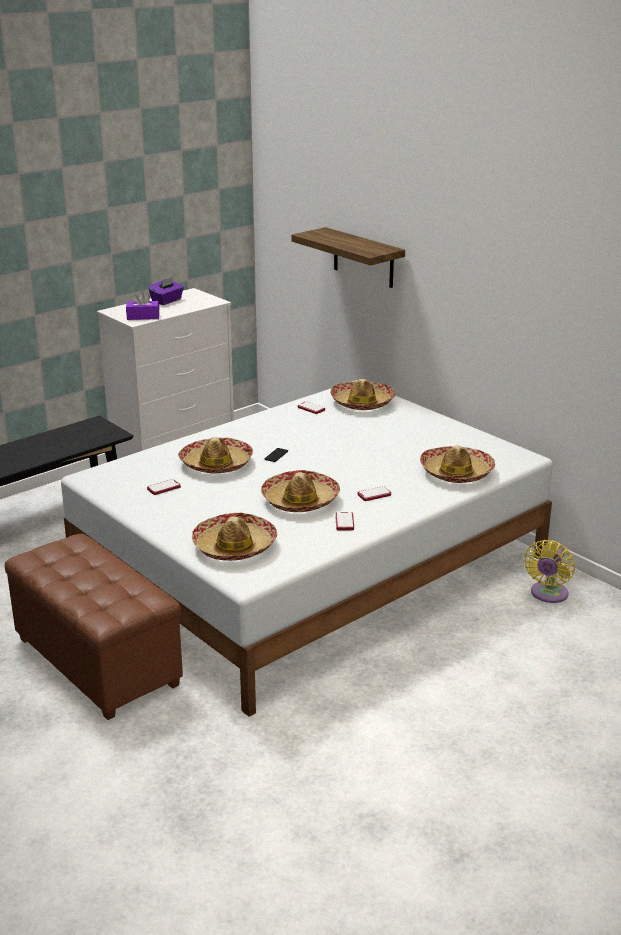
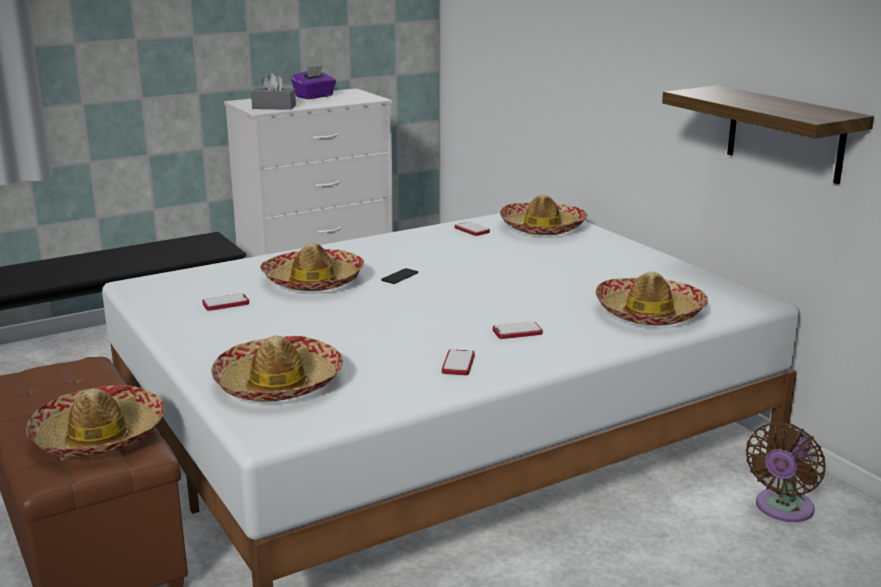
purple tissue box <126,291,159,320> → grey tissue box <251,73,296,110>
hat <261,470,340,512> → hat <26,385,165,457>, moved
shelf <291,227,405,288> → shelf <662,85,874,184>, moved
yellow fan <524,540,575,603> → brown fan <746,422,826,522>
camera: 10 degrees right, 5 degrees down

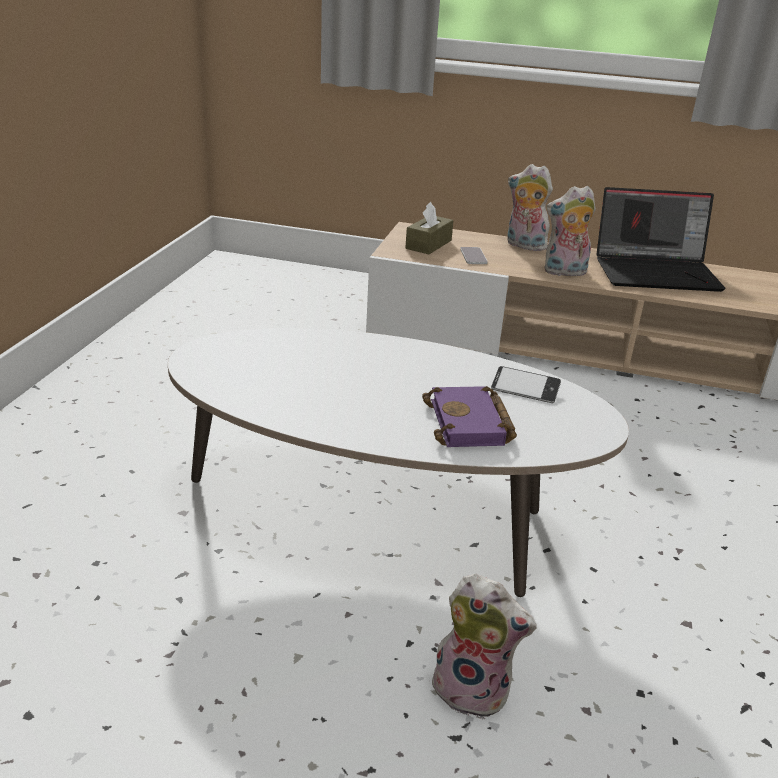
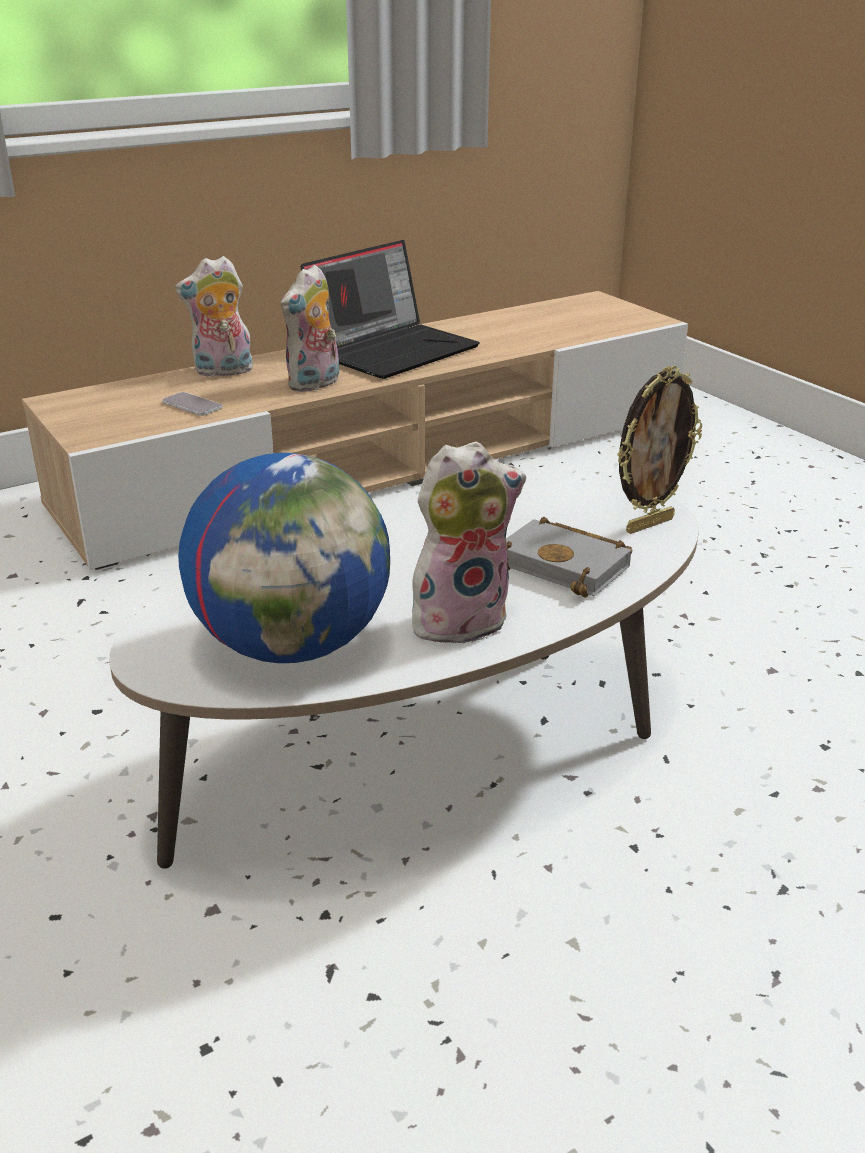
brown tissue box <405,202,453,254> → -
purple book <422,386,517,447> → grey book <506,517,632,598>
plush toy <432,574,537,720> → plush toy <412,441,526,644>, moved
phone <491,366,561,403> → -
- → globe <178,453,390,663>
- → picture frame <617,366,702,534>
camera: 45 degrees left, 0 degrees up

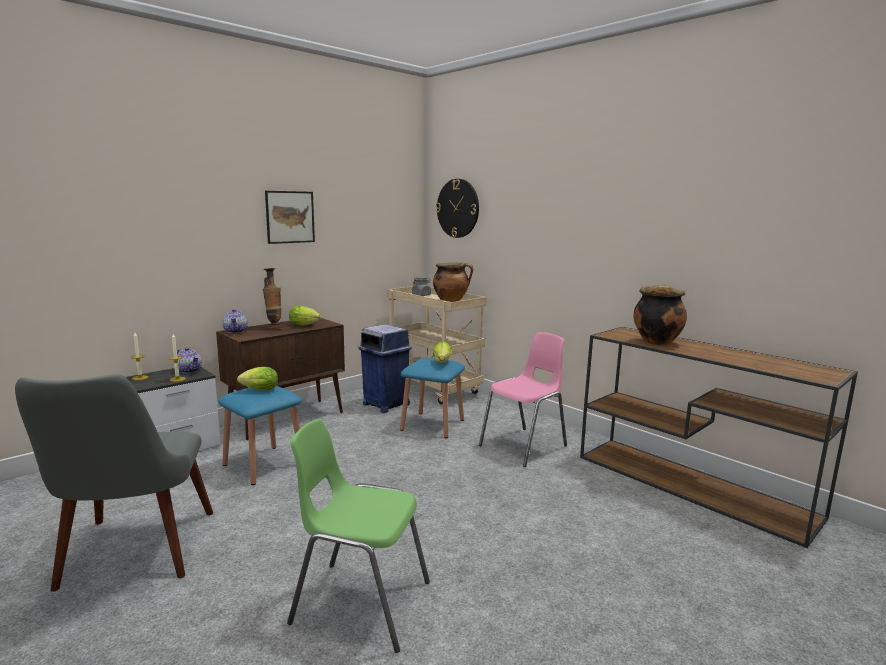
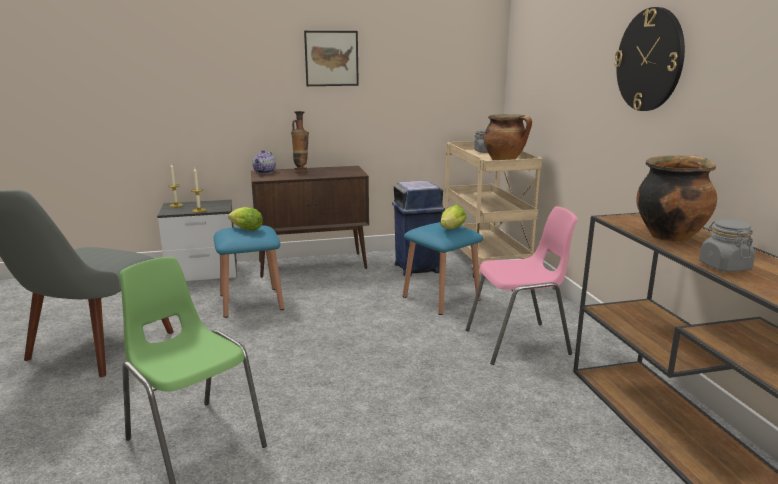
teapot <177,347,202,374> → -
lettuce <289,306,321,326> → -
wall clock <436,179,479,238> → wall clock <614,7,685,111>, moved
- → grey jar <699,219,755,272>
camera: 30 degrees right, 5 degrees up

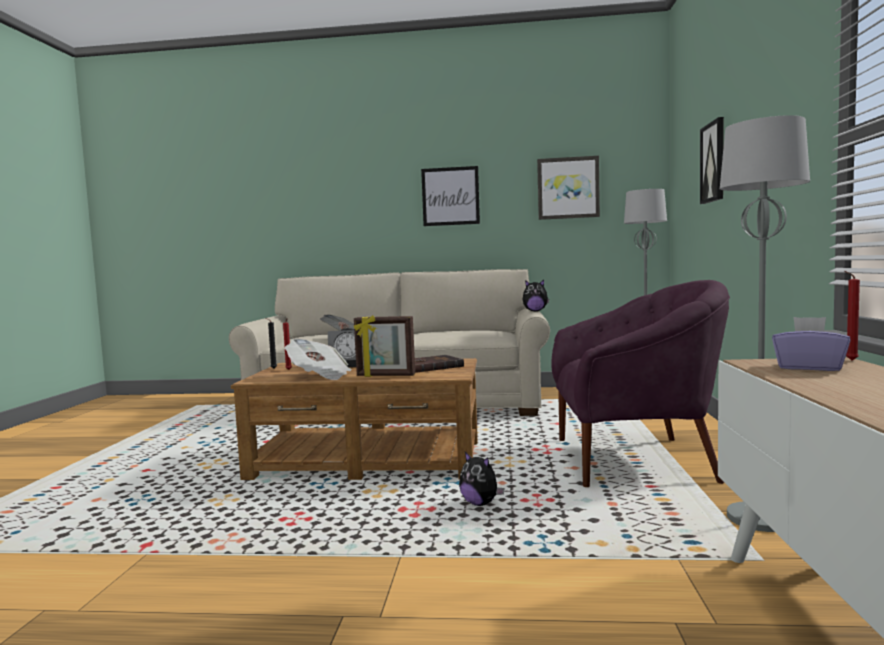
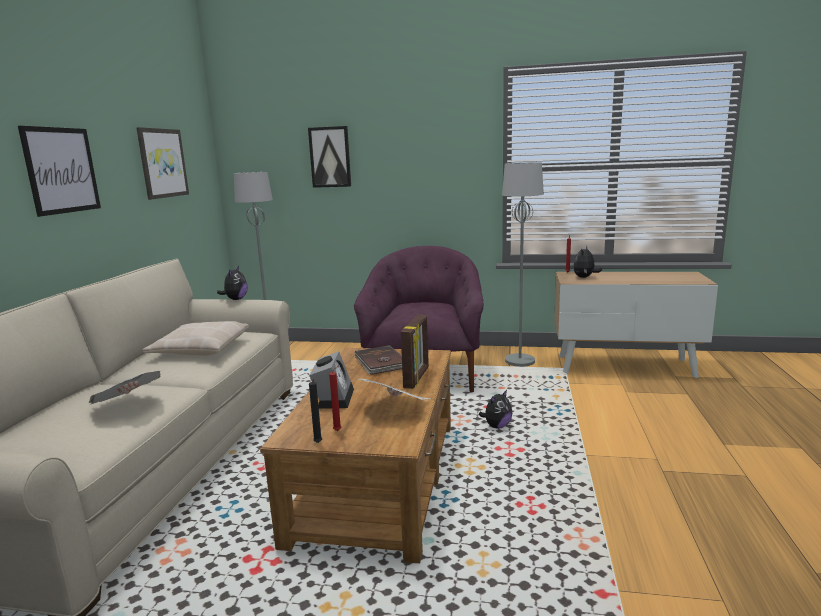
purple tissue box <772,317,851,371> → plush toy <573,245,602,278>
- → beige pillow <142,321,249,356>
camera: 85 degrees left, 10 degrees up

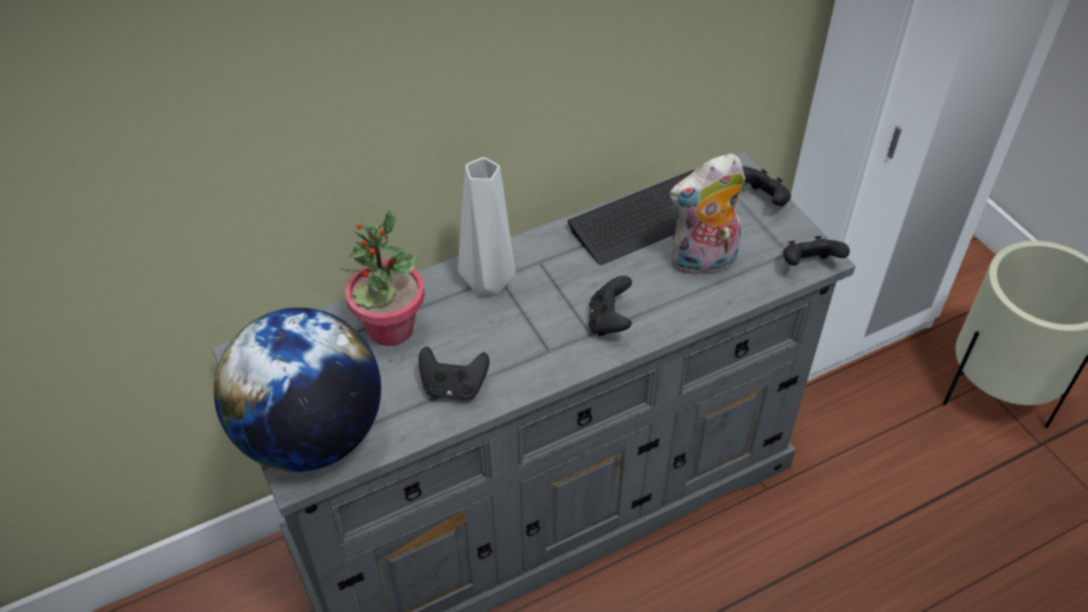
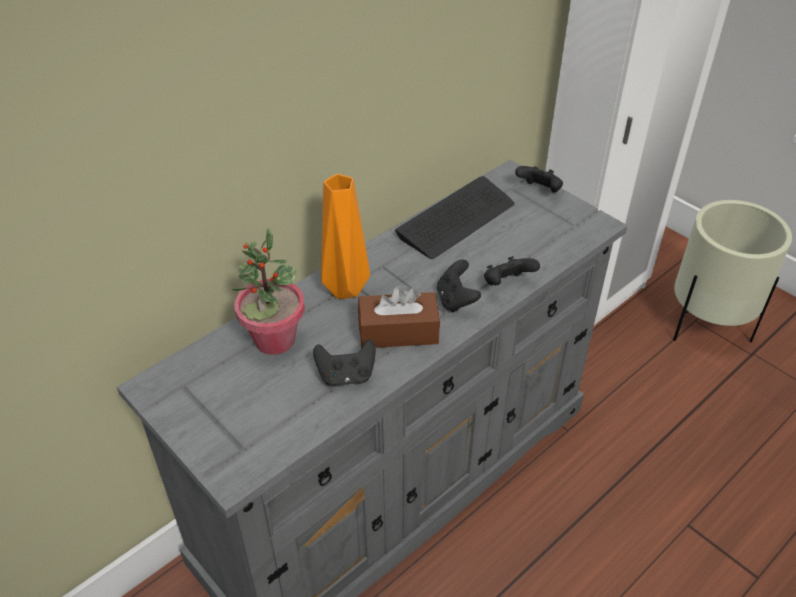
globe <214,308,381,472> → -
grey vase <458,157,515,295> → orange vase <321,174,370,299>
plush toy <669,153,745,277> → -
black game controller <783,236,850,266> → black game controller <484,256,540,285>, moved
- → brown tissue box <358,286,440,348>
camera: 15 degrees left, 5 degrees down

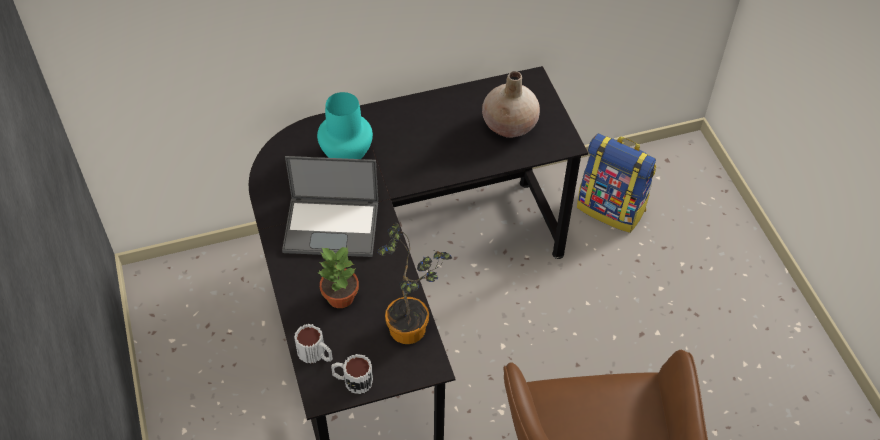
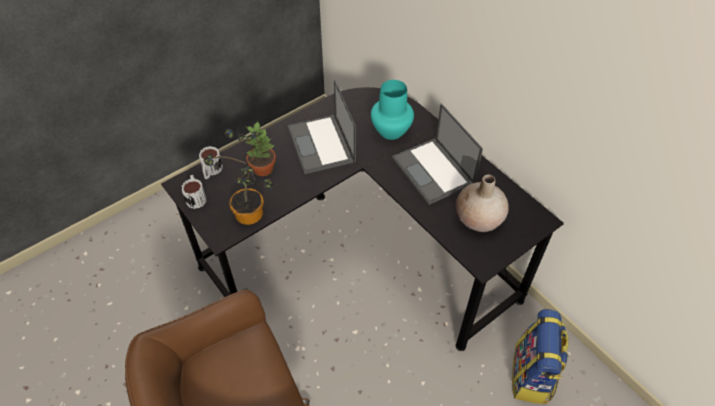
- → laptop <392,103,483,205>
camera: 70 degrees right, 0 degrees up

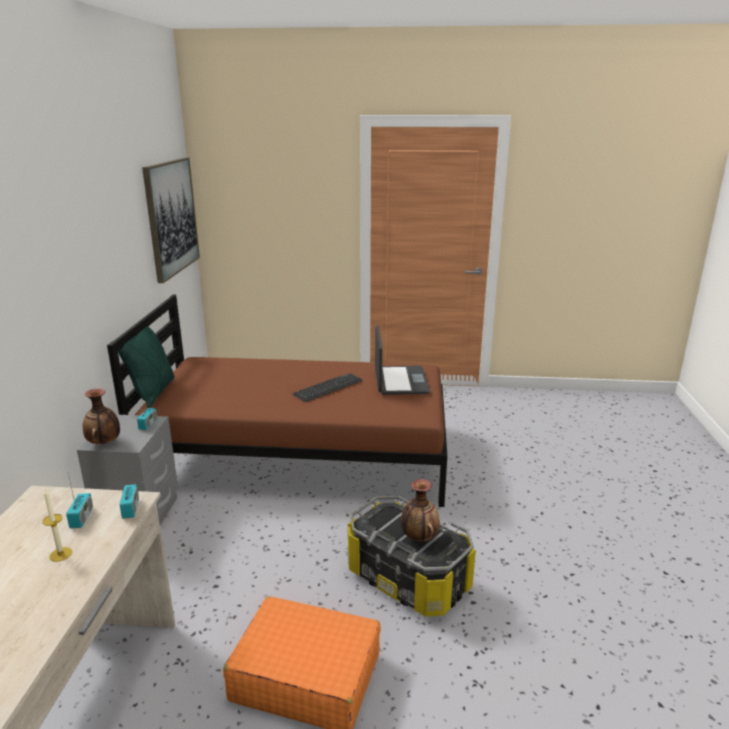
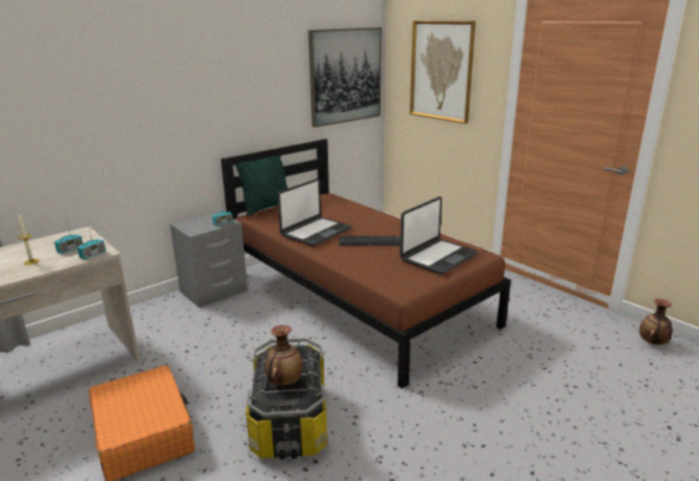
vase <83,389,120,444> → vase <639,299,672,345>, moved
- → laptop <277,178,352,246>
- → picture <410,21,476,124>
camera: 45 degrees right, 0 degrees up

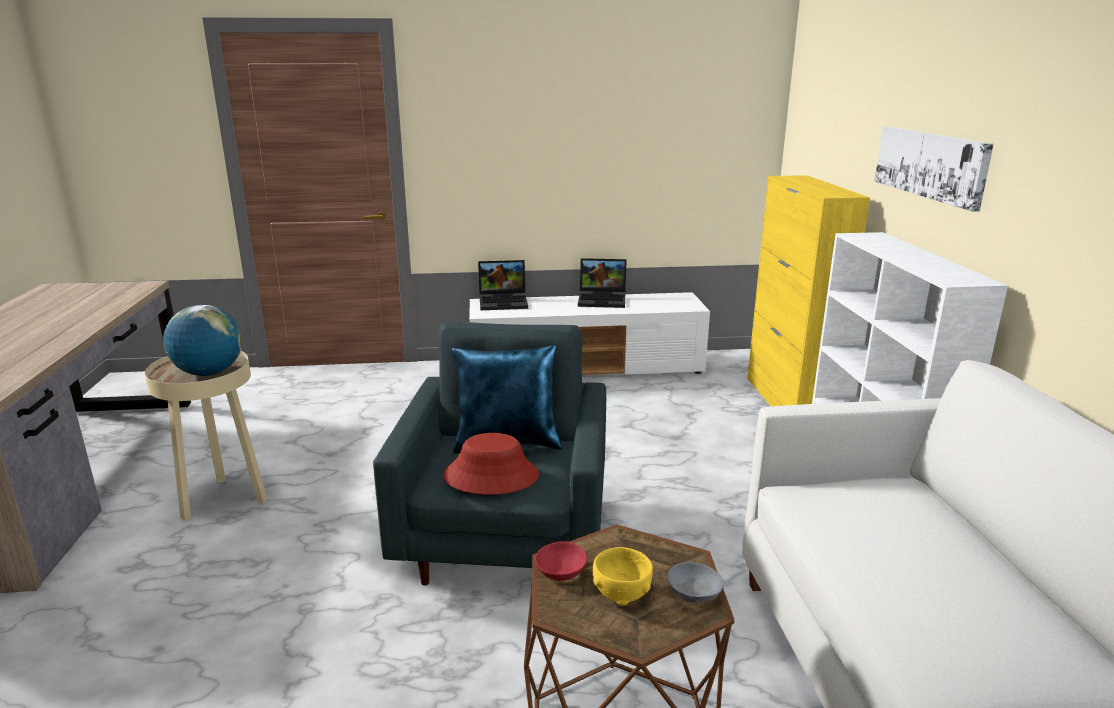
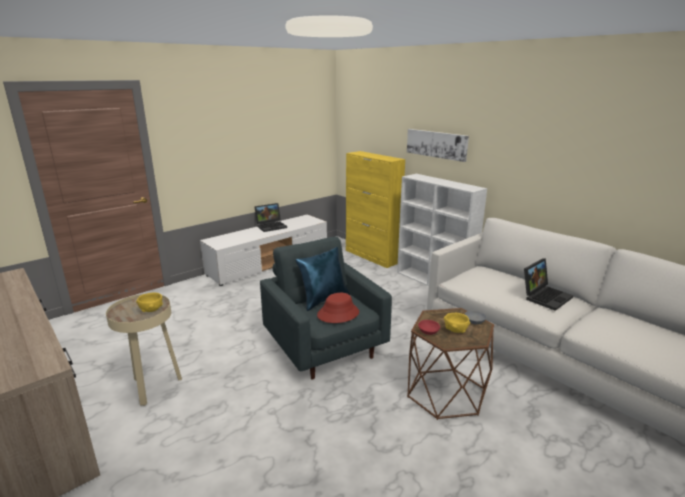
globe <163,305,242,376> → yellow bowl <136,293,163,312>
laptop <478,260,528,310> → laptop <524,258,573,311>, moved
camera: 35 degrees left, 0 degrees up

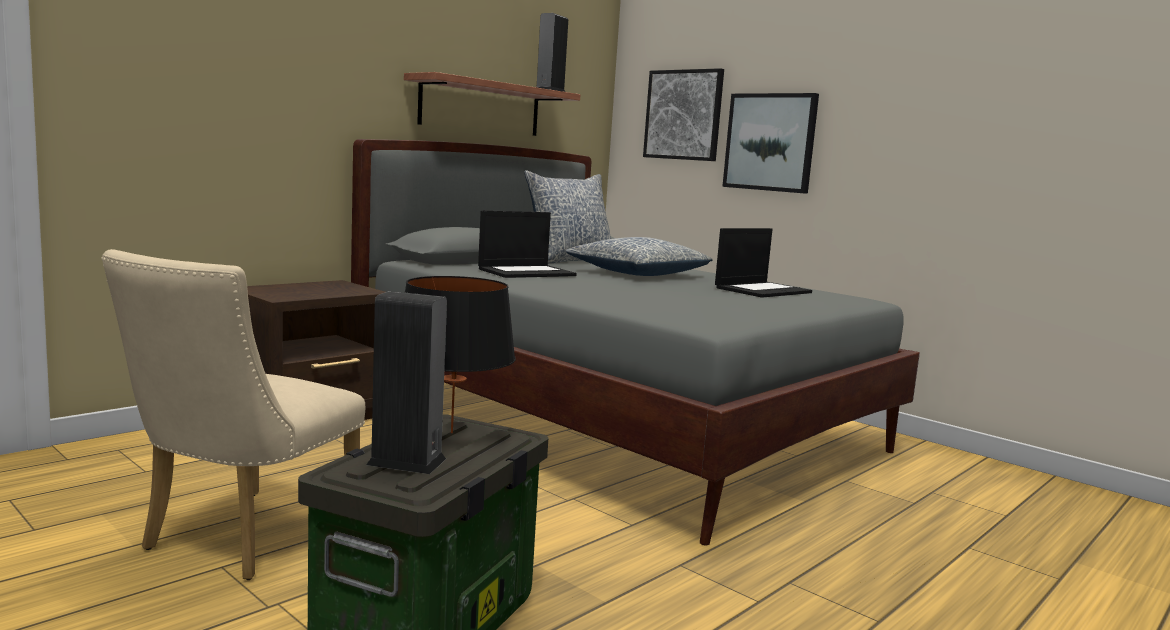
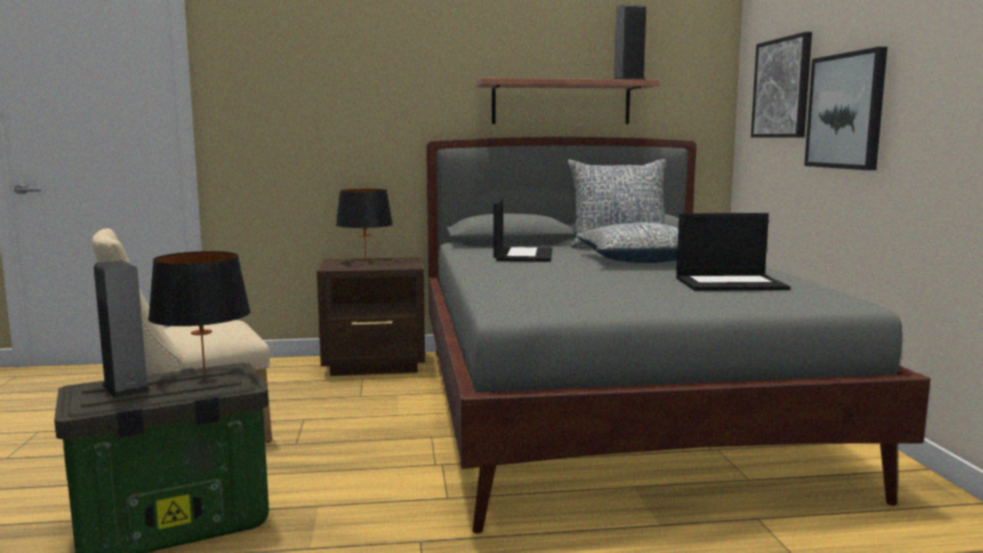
laptop <478,210,577,278> → laptop <493,197,552,262>, 90 degrees counterclockwise
- → black table lamp <336,189,393,262>
camera: 40 degrees right, 0 degrees up

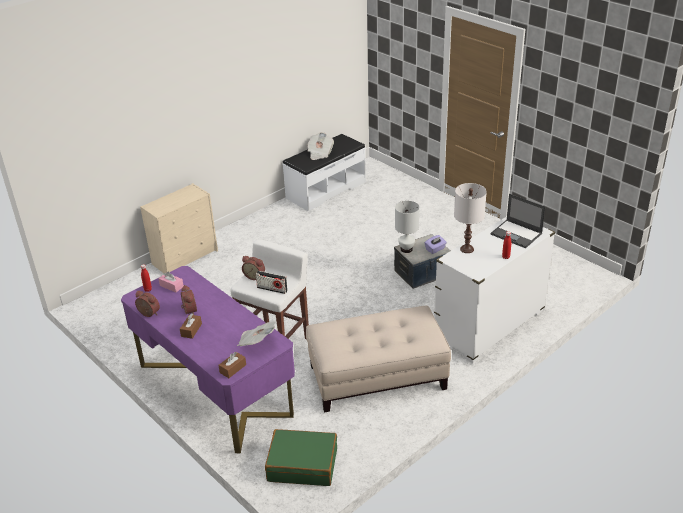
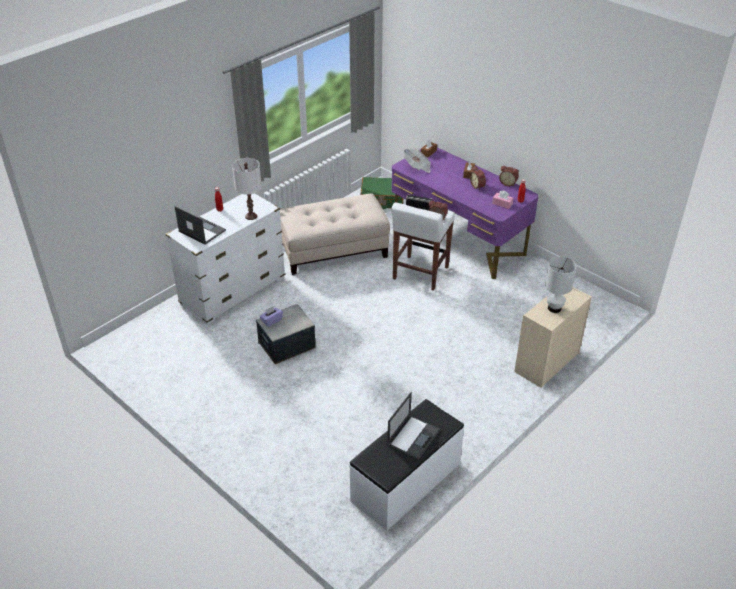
newspaper <307,132,334,160> → laptop <387,392,440,460>
white table lamp <395,201,419,253> → white table lamp <545,257,577,313>, moved
camera: 175 degrees right, 5 degrees up

